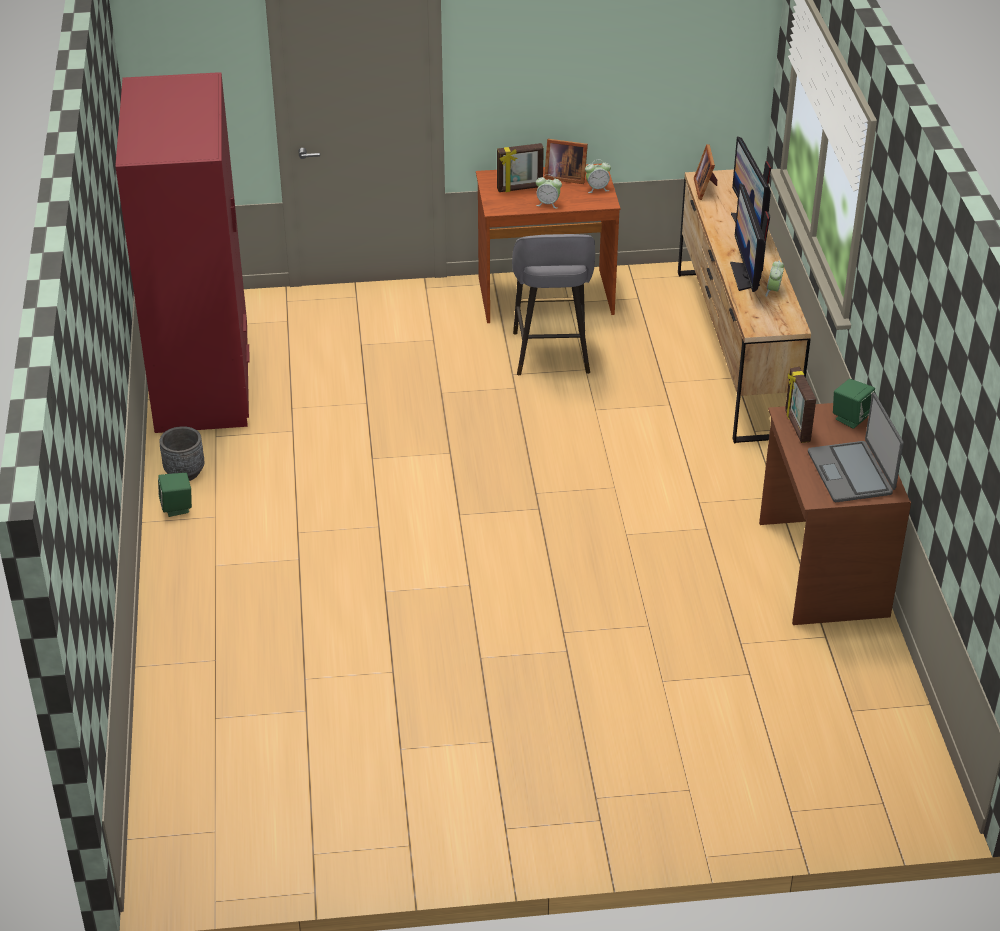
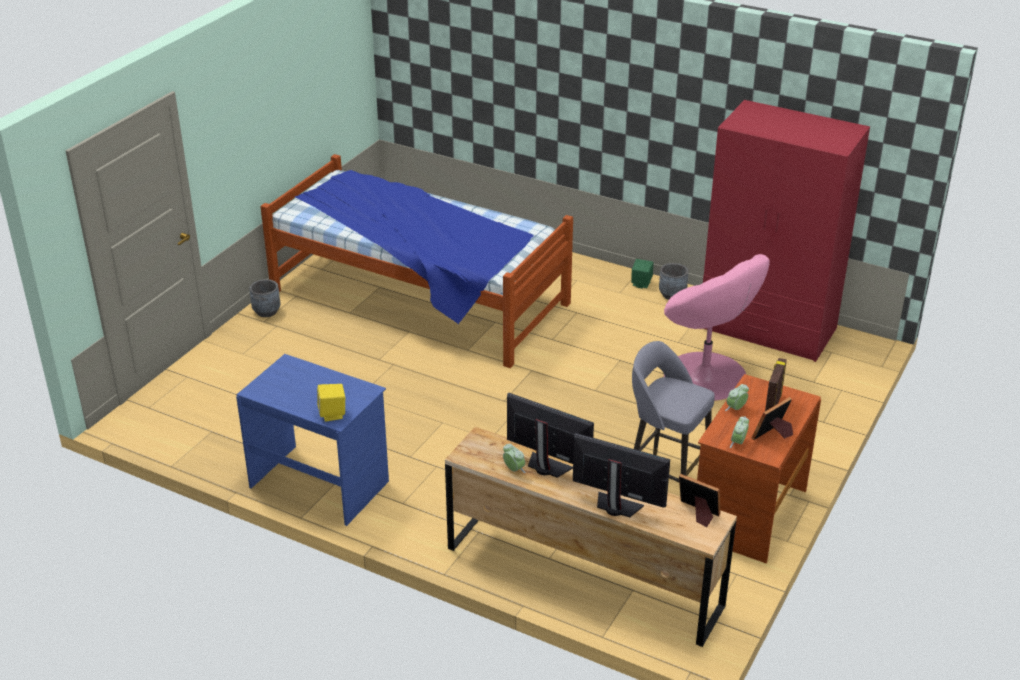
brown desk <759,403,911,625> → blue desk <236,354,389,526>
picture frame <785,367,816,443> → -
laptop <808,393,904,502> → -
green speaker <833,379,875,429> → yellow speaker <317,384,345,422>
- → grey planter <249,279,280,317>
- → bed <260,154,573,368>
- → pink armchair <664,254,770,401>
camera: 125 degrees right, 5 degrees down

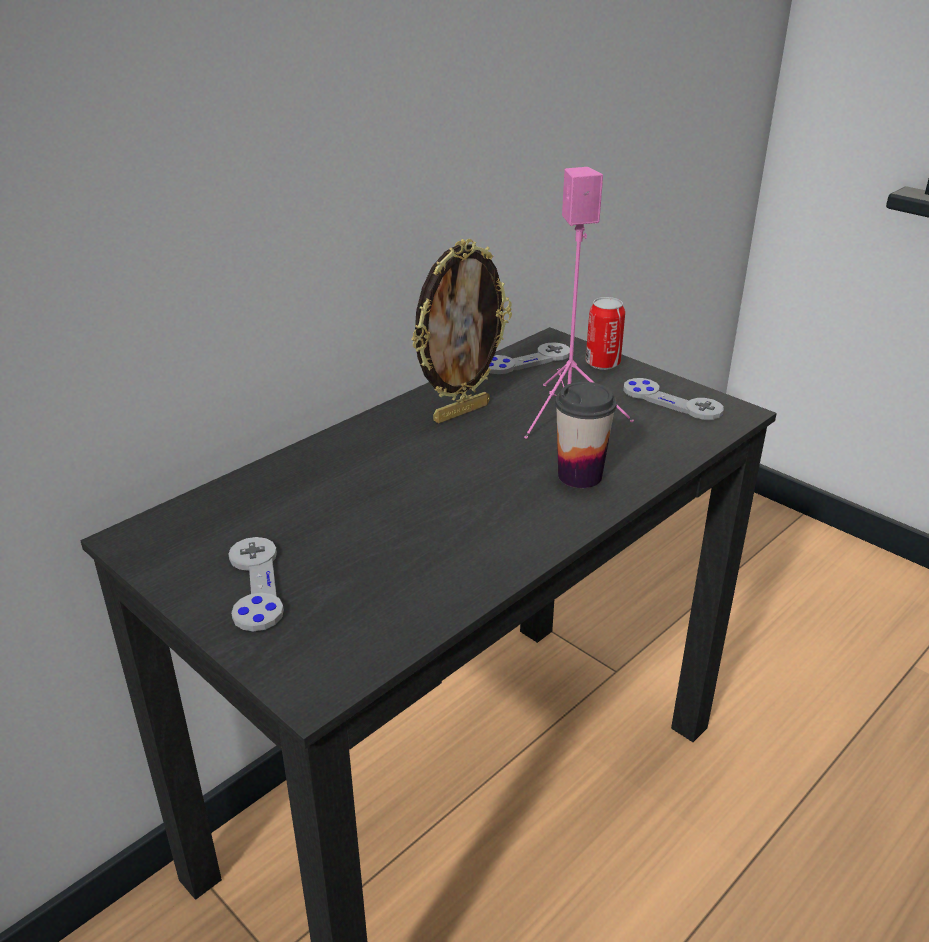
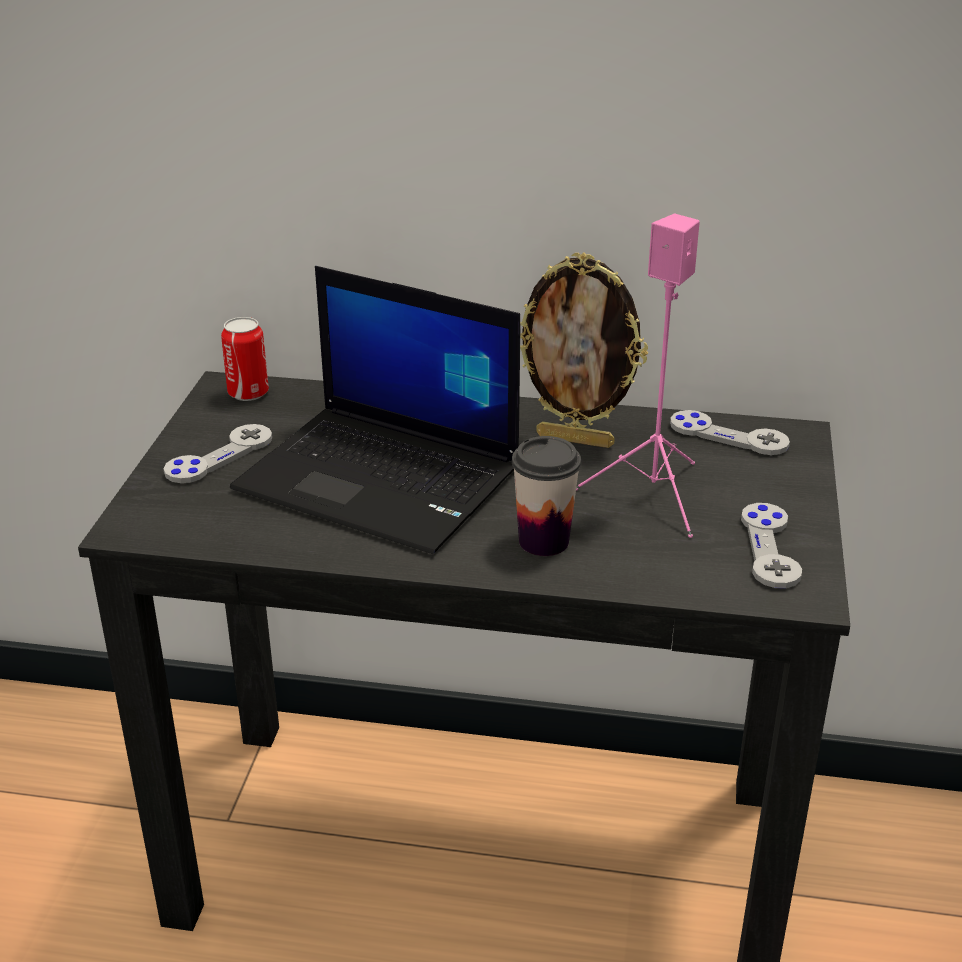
can <586,297,625,370> → can <221,317,269,401>, moved
- → laptop <230,266,520,554>
camera: 55 degrees right, 0 degrees up

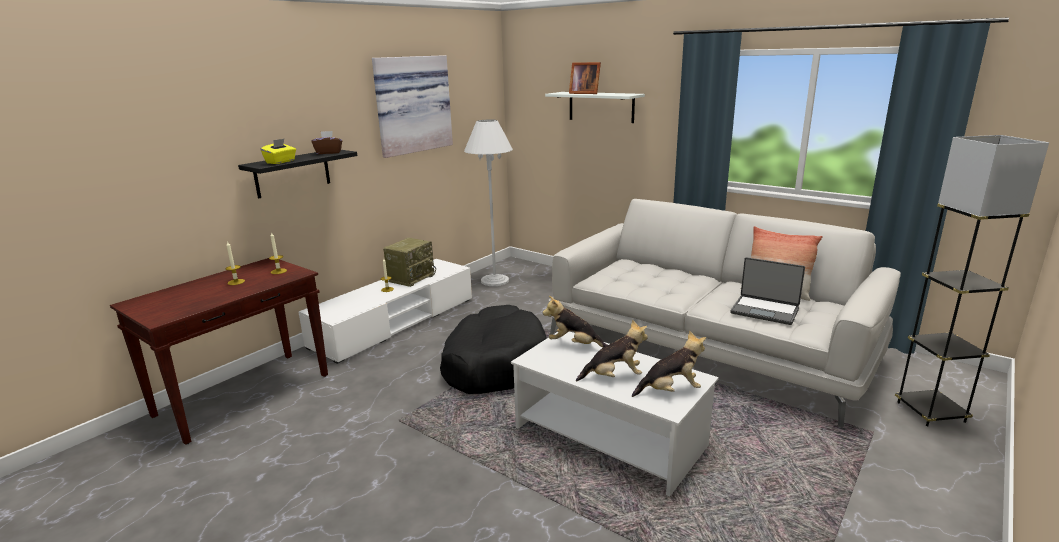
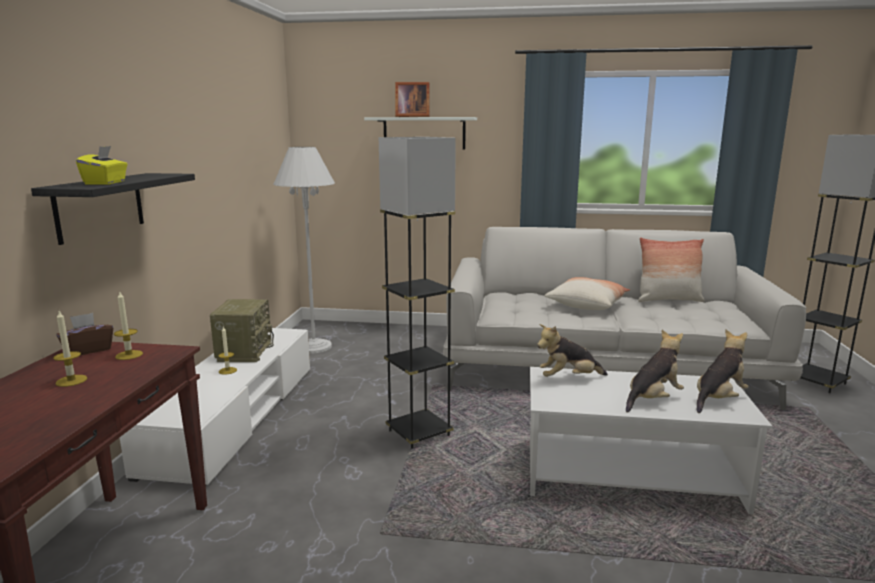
brown tissue box <311,131,342,154> → brown tissue box <56,313,113,355>, moved
picture <372,55,453,158> → -
black dog bed <440,305,547,394> → black floor lamp <379,137,456,448>
laptop <730,257,805,325> → -
- → pillow <544,277,630,310>
camera: 30 degrees left, 5 degrees down

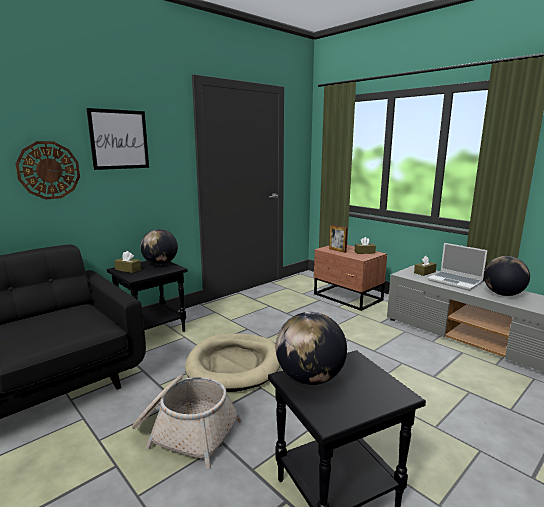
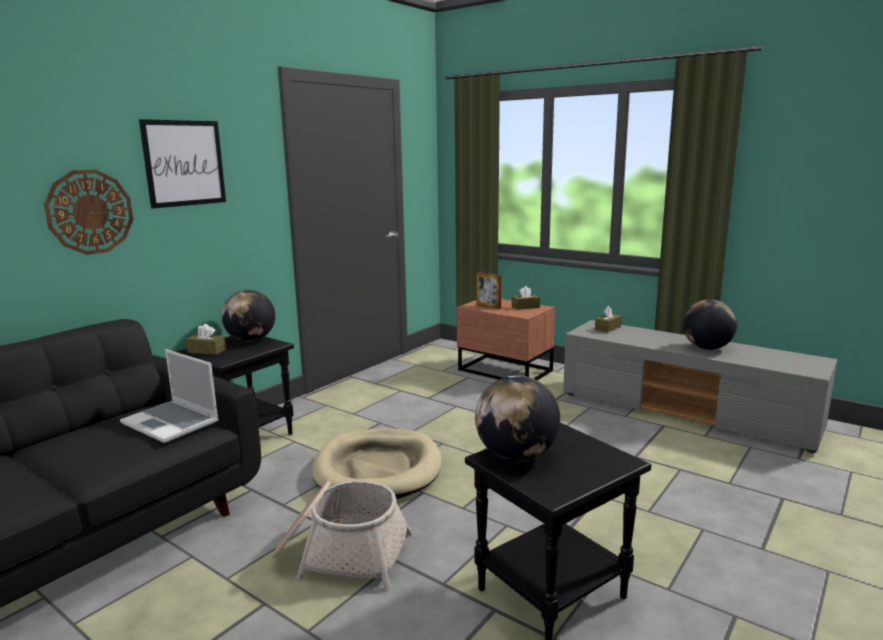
laptop <427,243,488,291> → laptop <120,349,219,443>, moved
camera: 10 degrees left, 0 degrees up

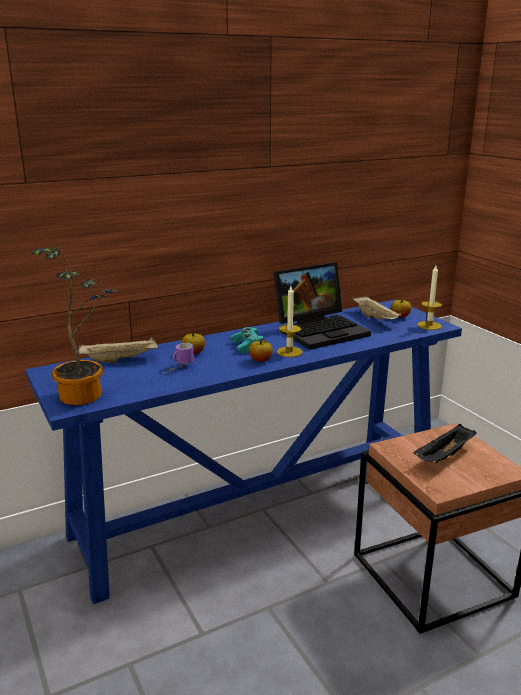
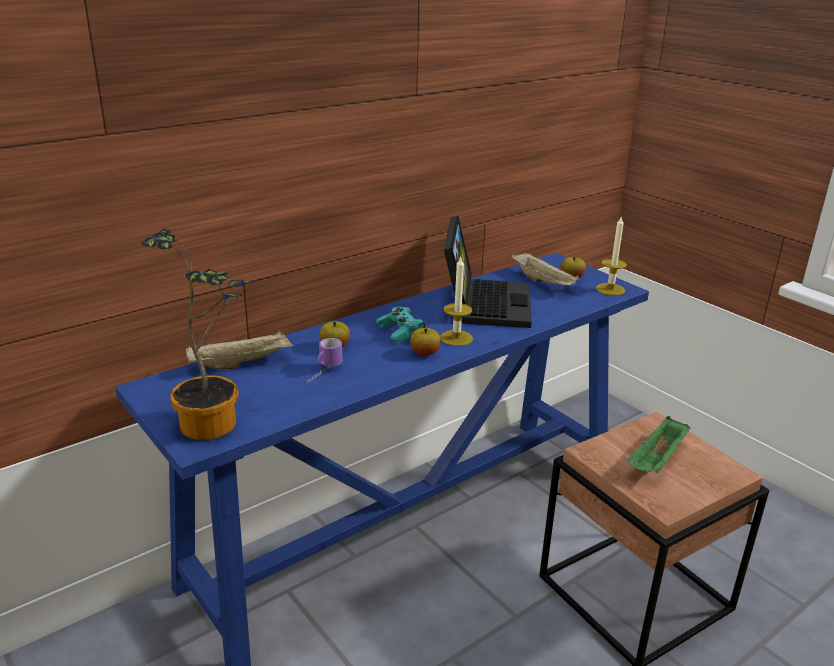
laptop <273,262,371,350> → laptop <444,216,531,328>, 45 degrees counterclockwise
black tray <413,424,477,463> → green tray <627,416,690,473>
camera: 10 degrees left, 5 degrees up

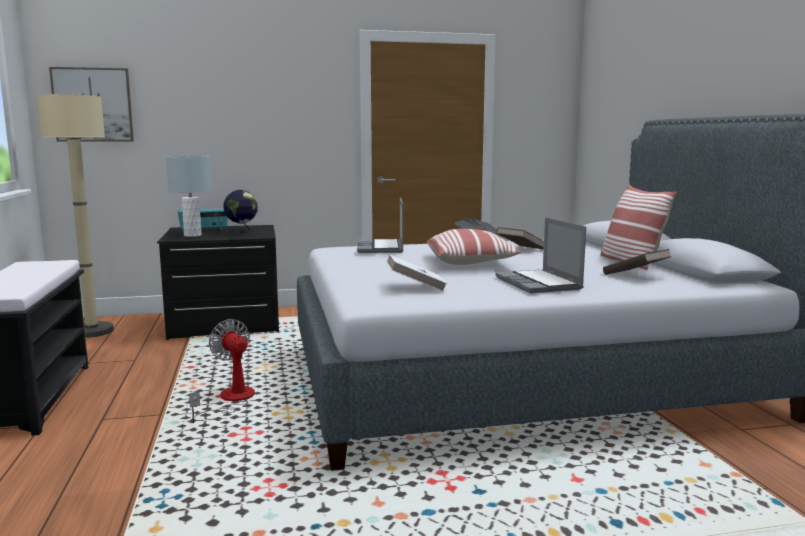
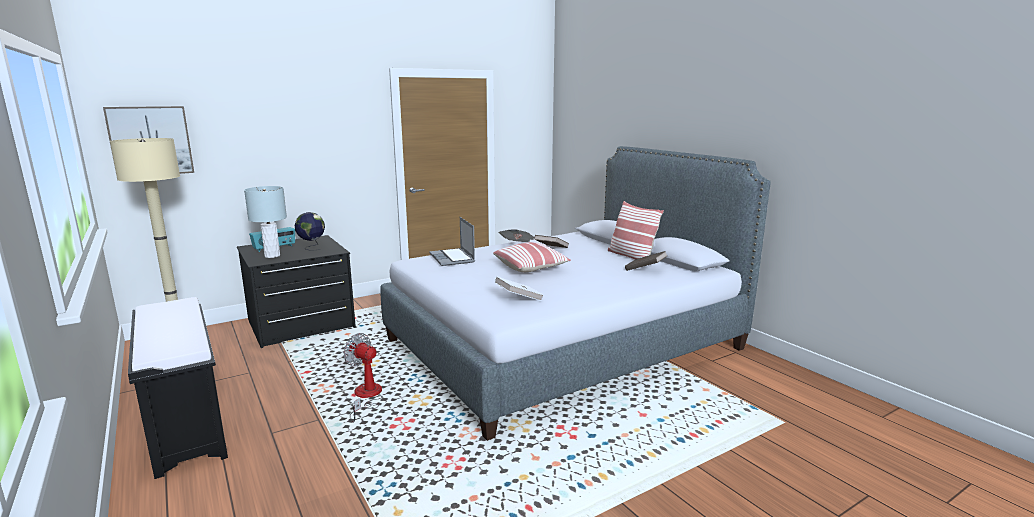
laptop <496,217,586,293> → -
camera: 20 degrees left, 5 degrees up

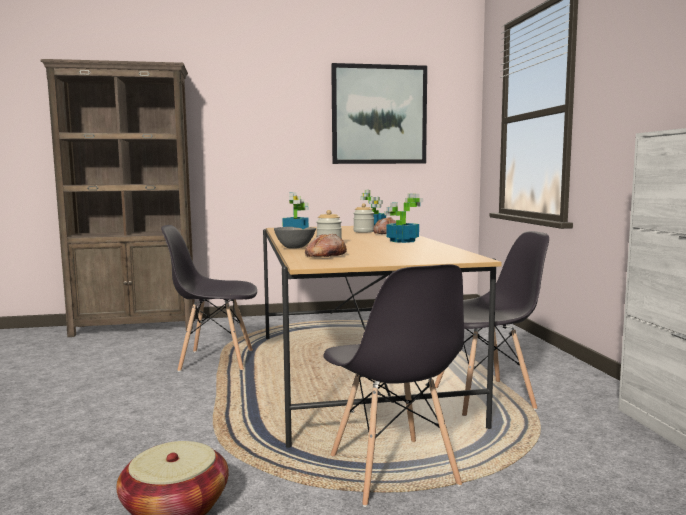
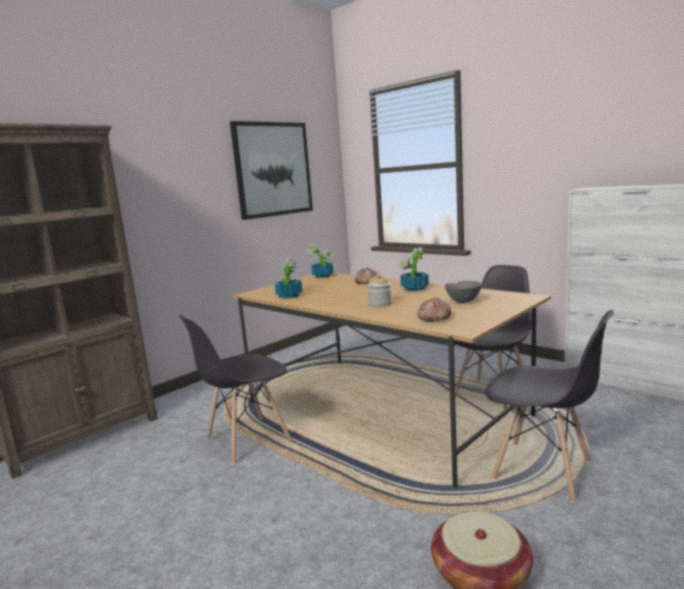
grey bowl <274,227,316,249> → grey bowl <444,281,482,303>, moved
jar <353,203,374,233> → -
camera: 35 degrees left, 5 degrees up

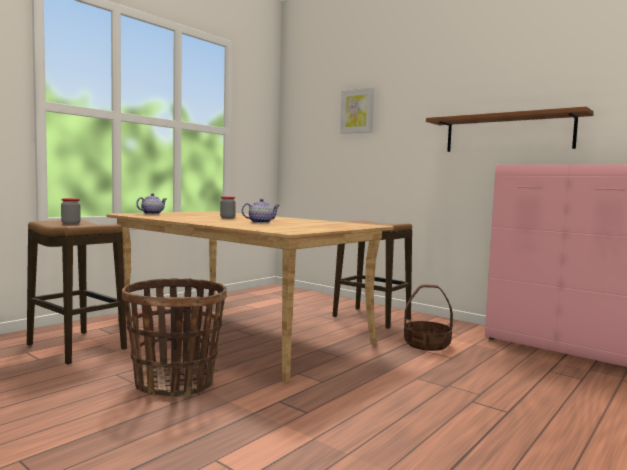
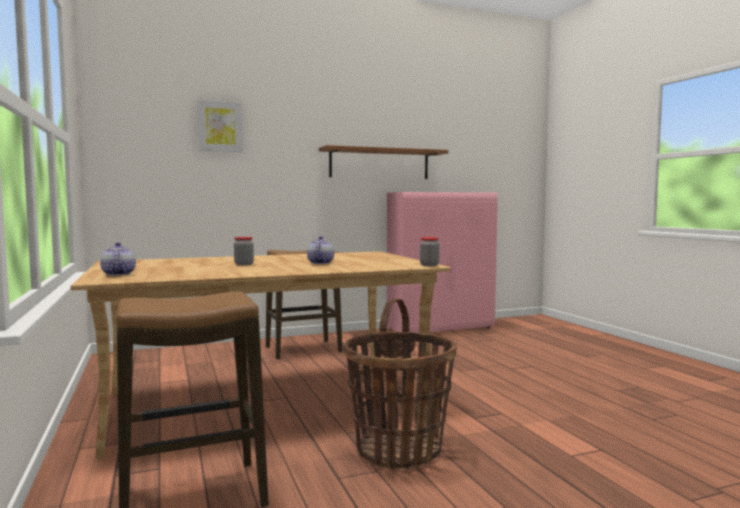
jar <61,198,81,224> → jar <420,237,439,266>, moved
camera: 60 degrees left, 0 degrees up

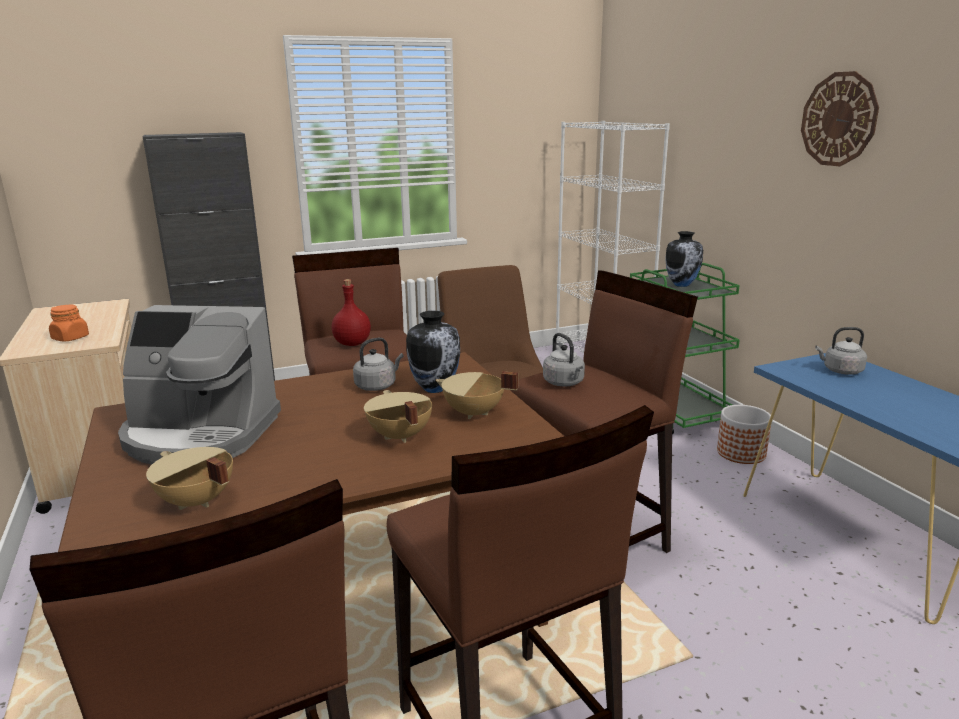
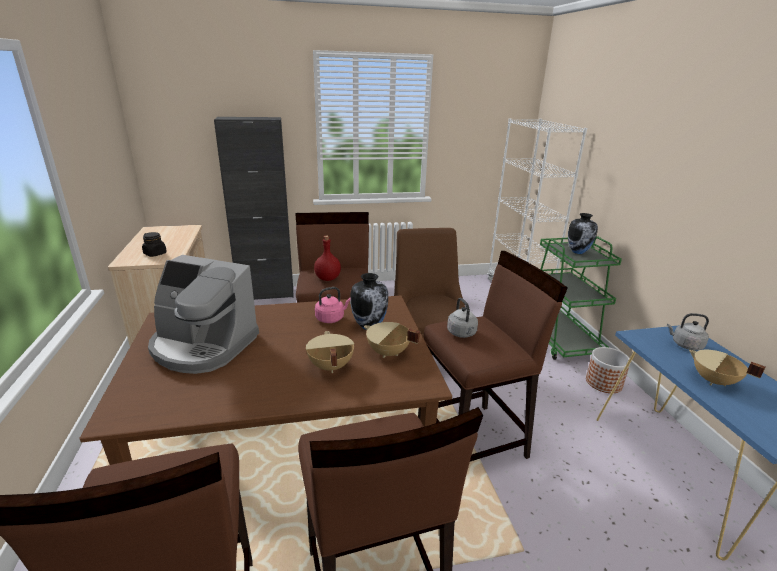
orange jar <49,305,89,342> → black jar <142,232,167,257>
beige cooking pot <146,447,233,510> → beige cooking pot <689,350,765,386>, moved
grey kettle <353,337,404,391> → pink kettle <315,287,350,323>
wall clock <801,71,879,166> → -
camera: 10 degrees right, 5 degrees up

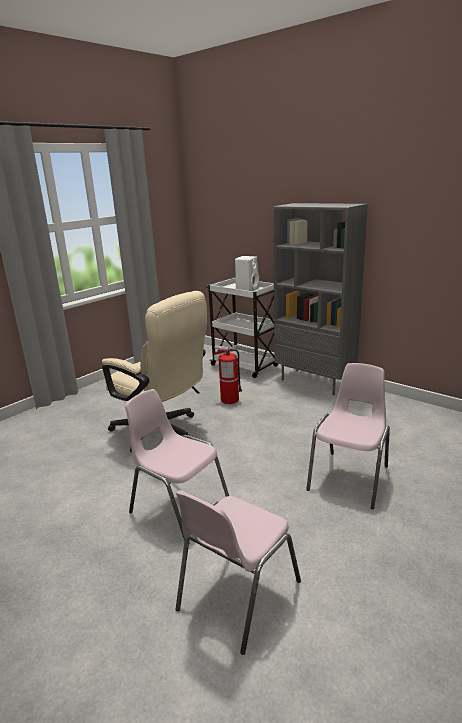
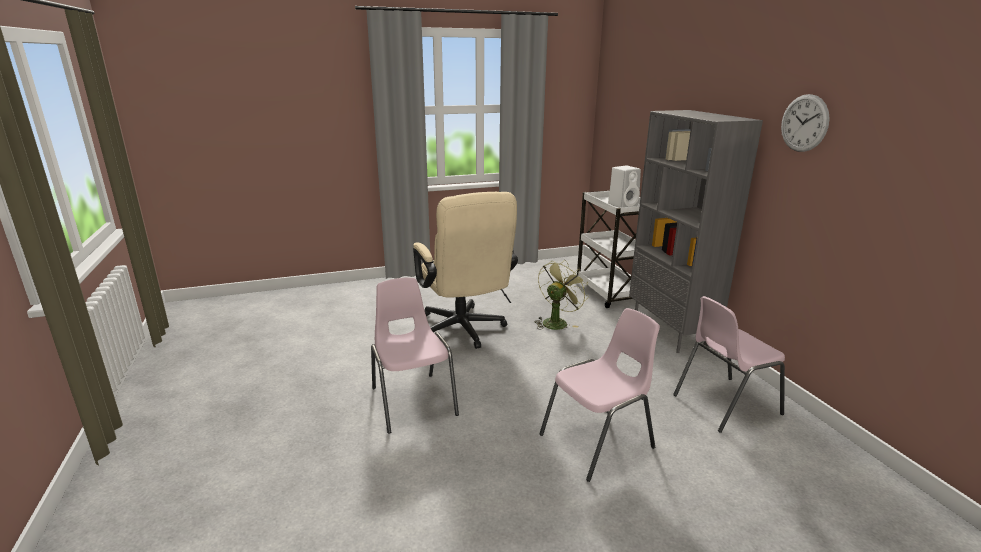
pink chair <175,490,301,655> → pink chair <673,296,785,433>, moved
fire extinguisher <214,345,242,404> → green fan <534,260,589,330>
- → wall clock <781,94,830,152>
camera: 30 degrees right, 0 degrees up

